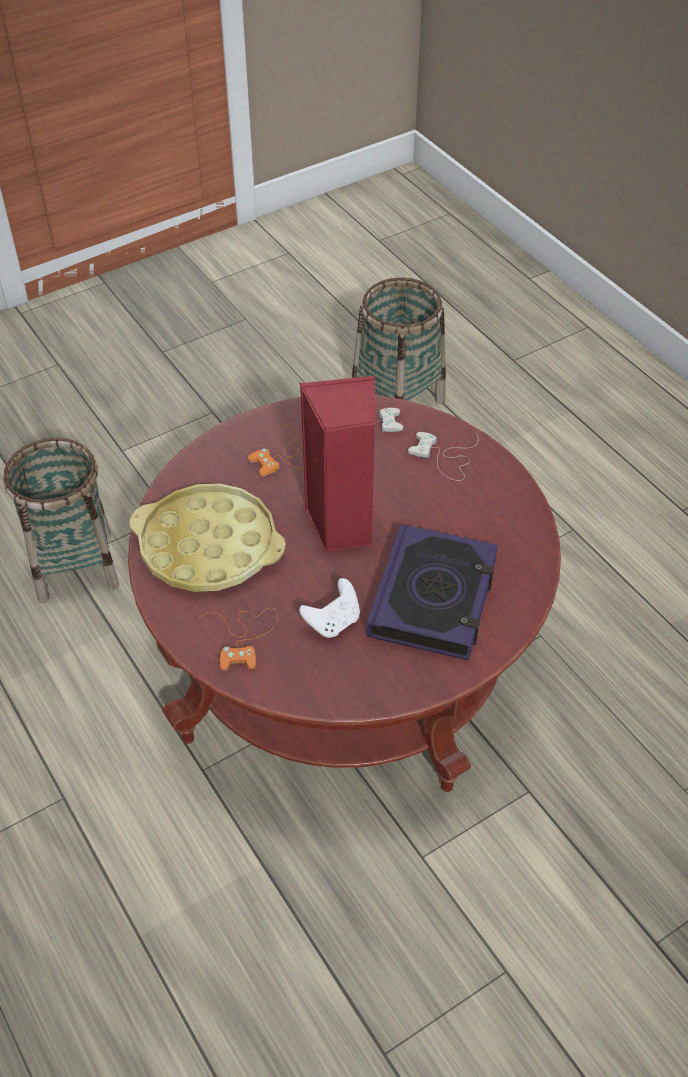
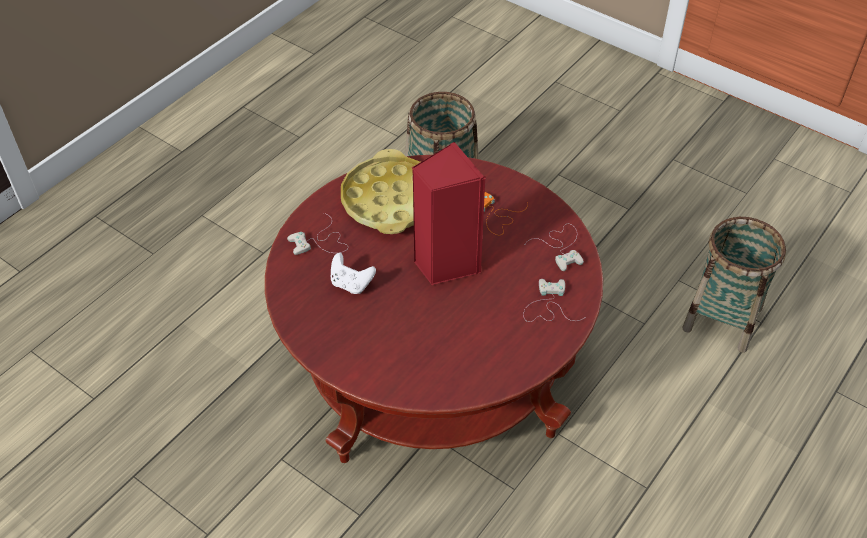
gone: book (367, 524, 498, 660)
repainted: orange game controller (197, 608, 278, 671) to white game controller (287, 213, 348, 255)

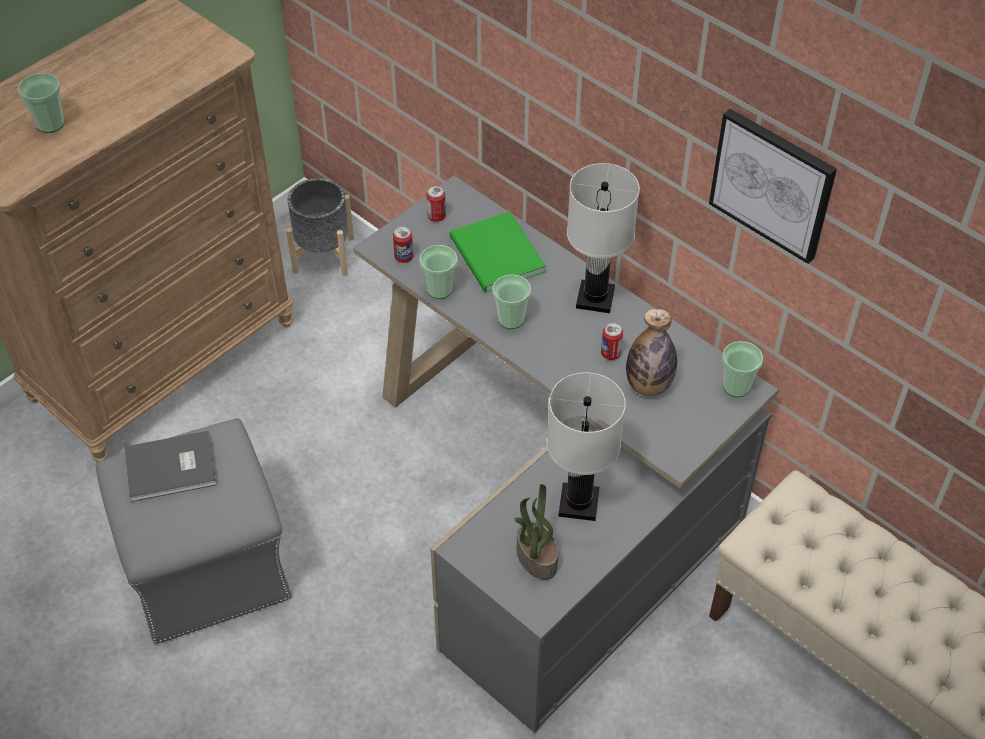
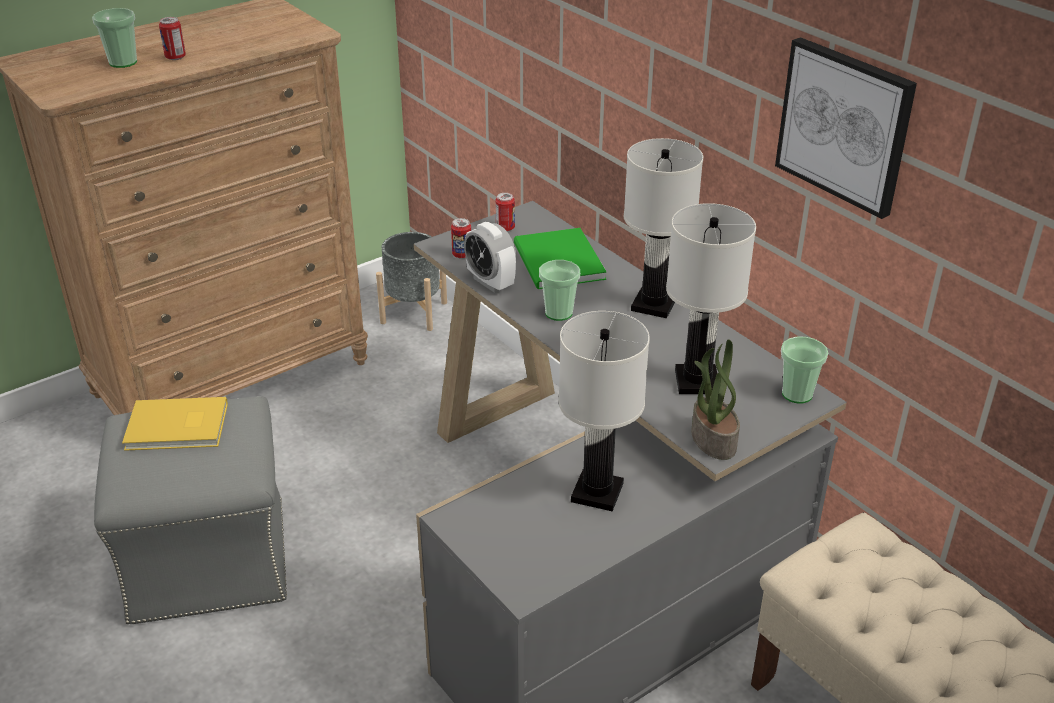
shifted: potted plant (514, 484, 558, 580) to (691, 339, 740, 460); can (601, 323, 623, 360) to (159, 17, 186, 60)
swapped: cup (419, 245, 458, 299) to alarm clock (464, 222, 516, 293); bottle (626, 309, 677, 396) to white table lamp (666, 203, 756, 394)
repainted: grey book (124, 431, 217, 502) to yellow book (122, 397, 228, 451)

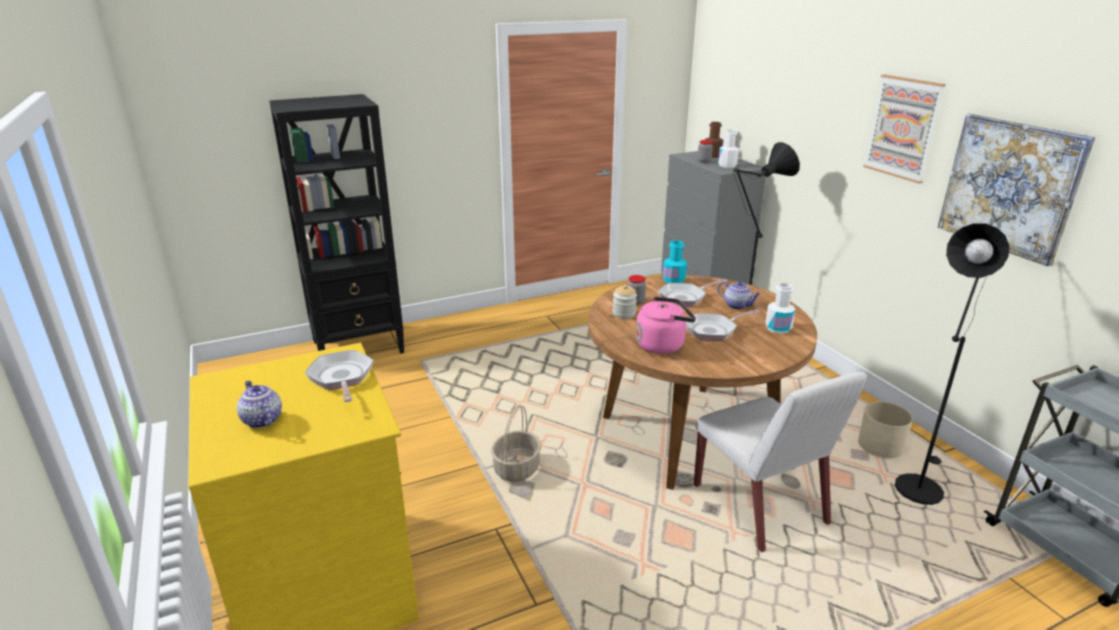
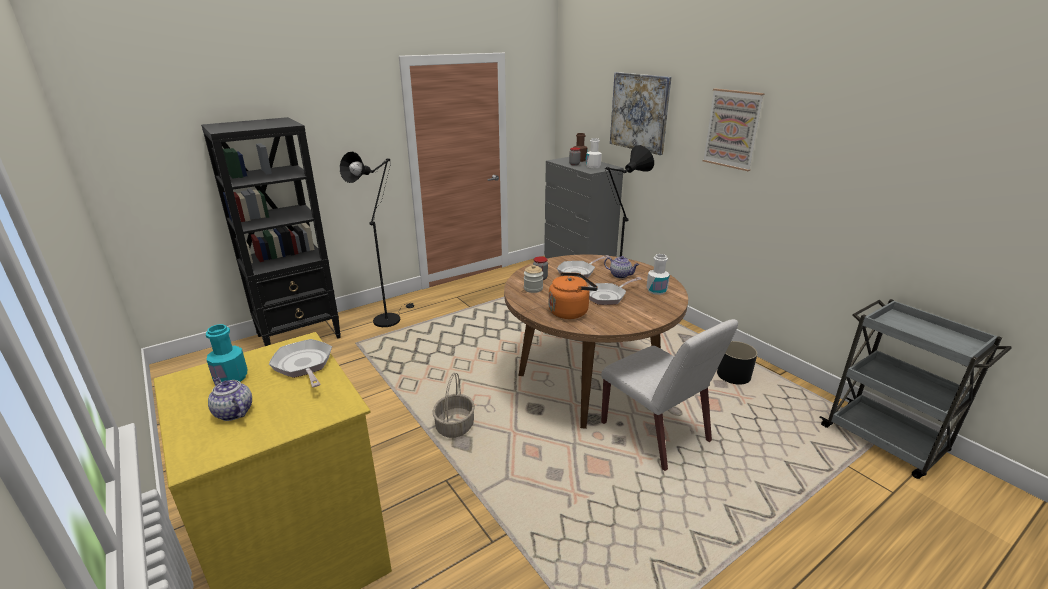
shifted: turquoise bottle (663, 240, 687, 283) to (206, 324, 247, 382); black floor lamp (895, 223, 1009, 505) to (340, 152, 414, 327); picture (938, 114, 1095, 266) to (610, 72, 672, 155)
repainted: pink kettle (636, 297, 696, 354) to orange kettle (549, 272, 598, 319); beige planter (858, 402, 913, 459) to black planter (717, 341, 757, 385)

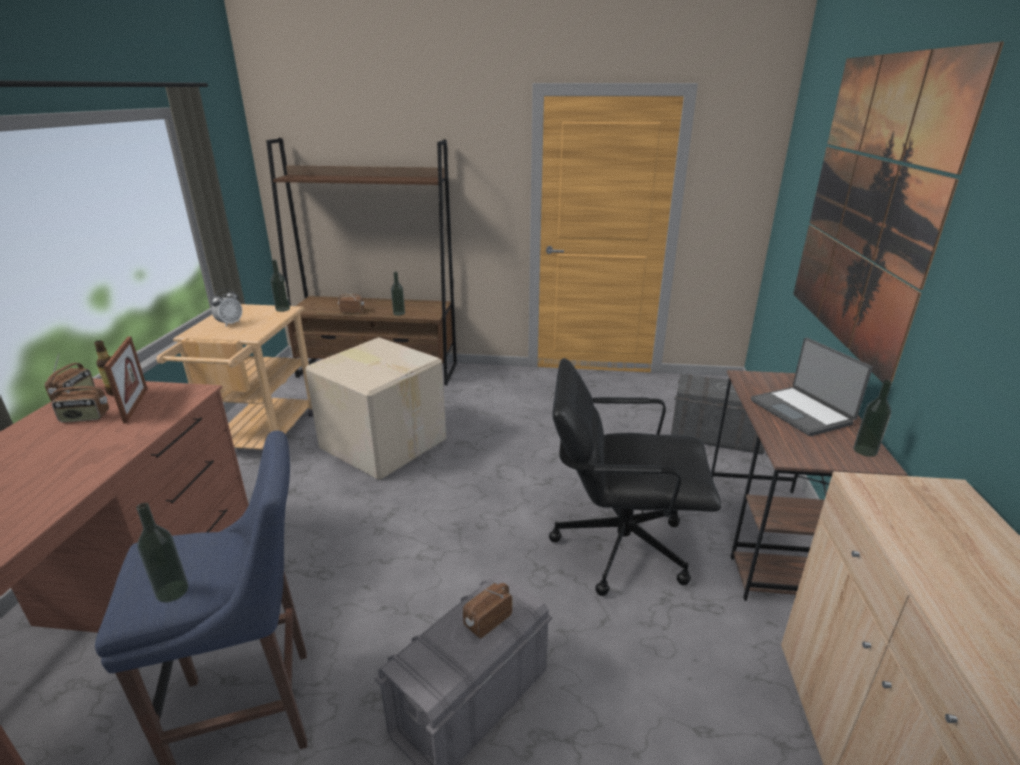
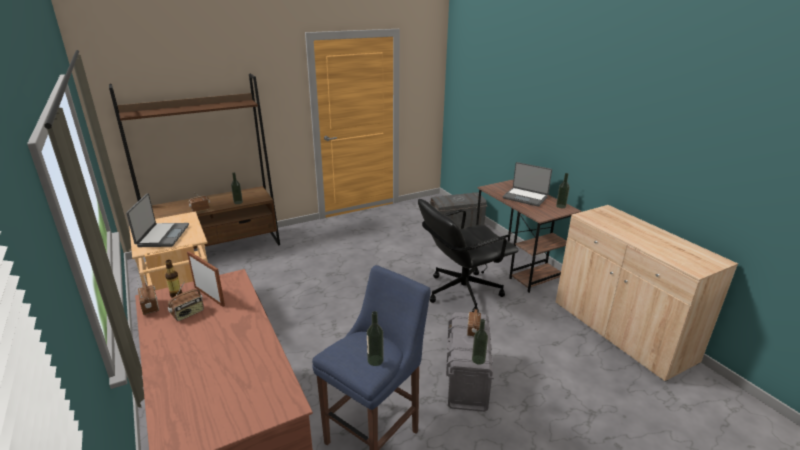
gone: cardboard box (305, 337, 446, 480); picture (793, 42, 1004, 385)
shifted: bottle (270, 260, 290, 312) to (472, 319, 488, 365)
swapped: alarm clock (211, 289, 242, 327) to laptop (126, 193, 189, 247)

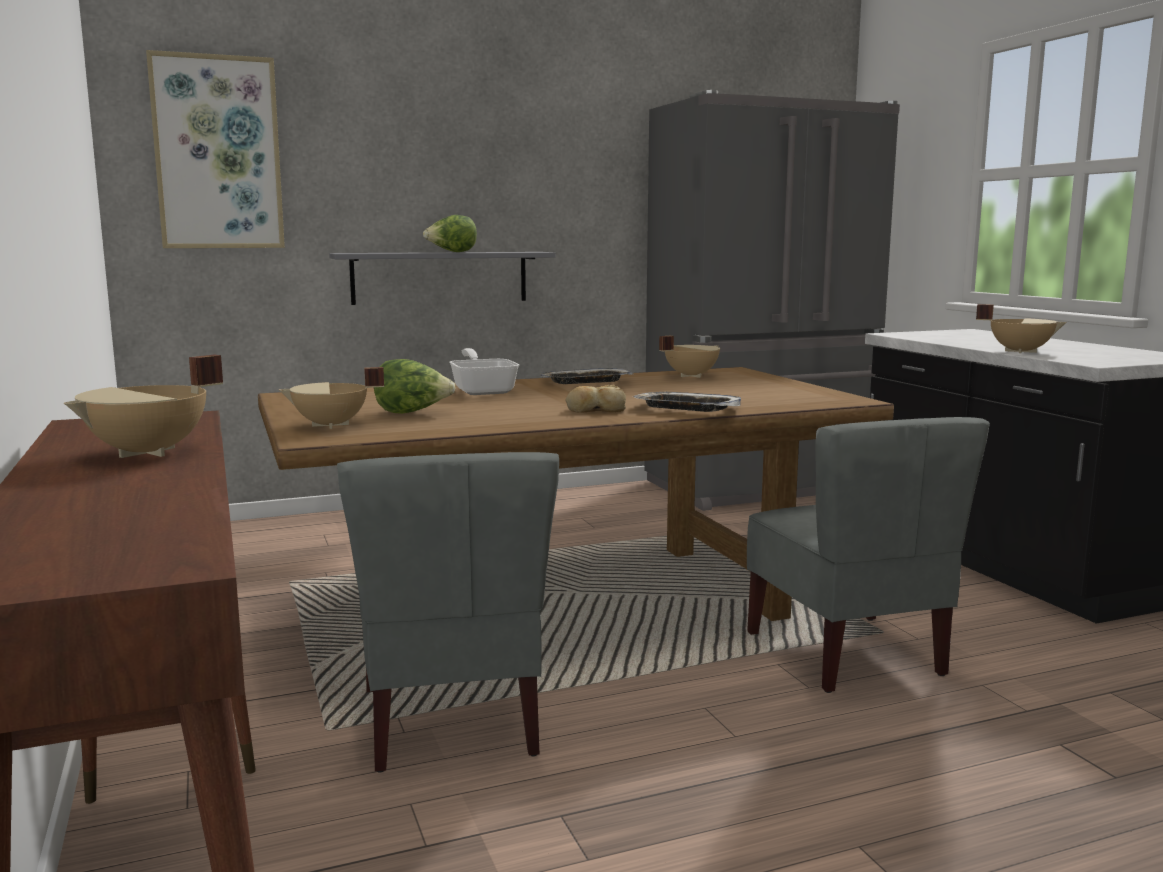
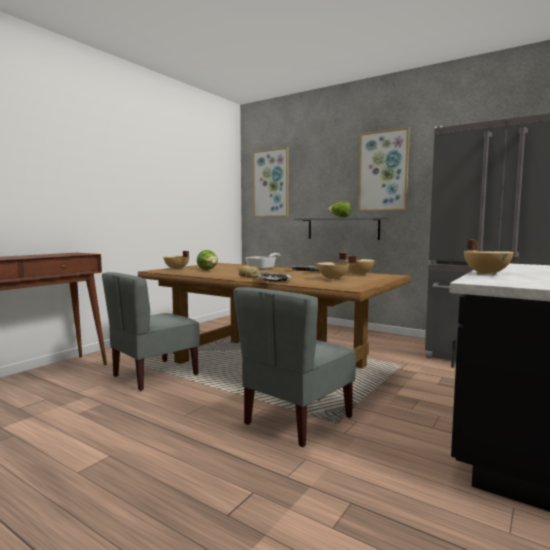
new: picture (359, 127, 410, 211)
shifted: beige cooking pot (64, 355, 223, 458) to (314, 256, 356, 280)

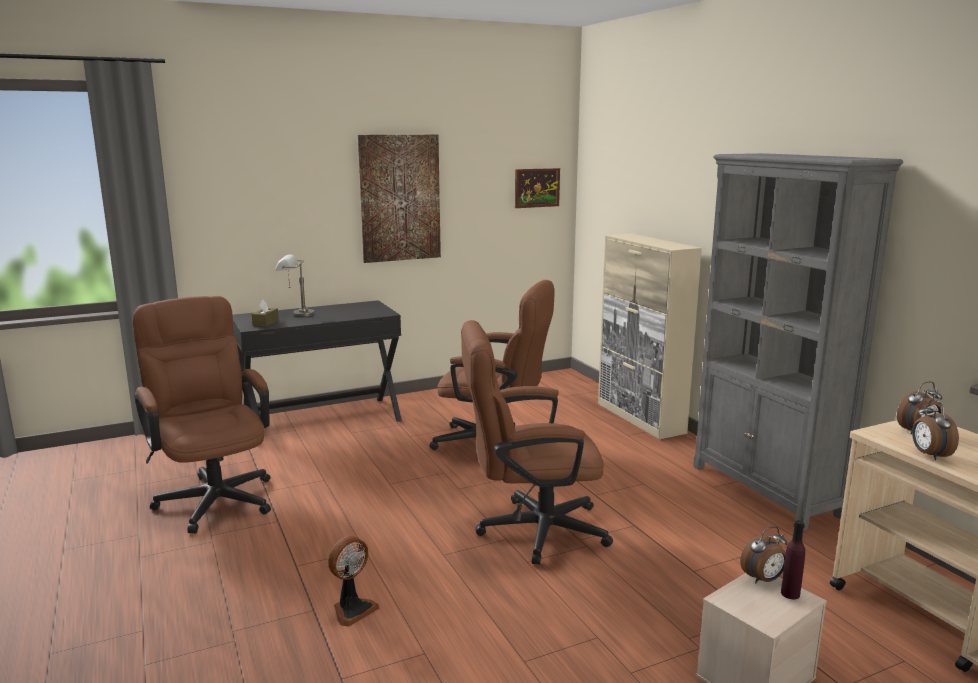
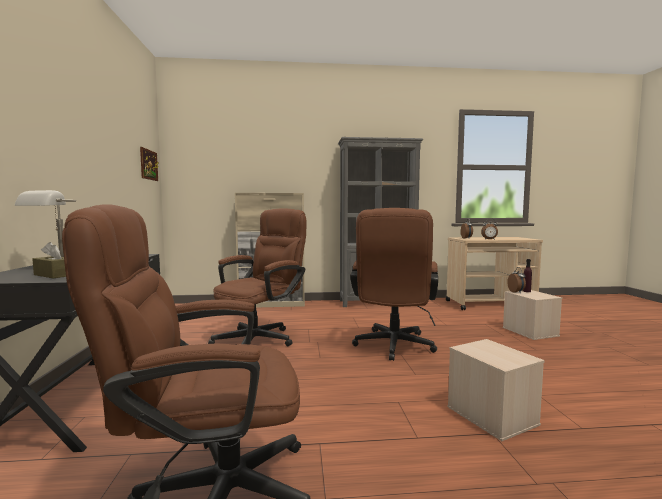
gone: picture (358, 135, 441, 263)
swapped: fan (328, 536, 379, 627) to beige storage box (448, 339, 545, 441)

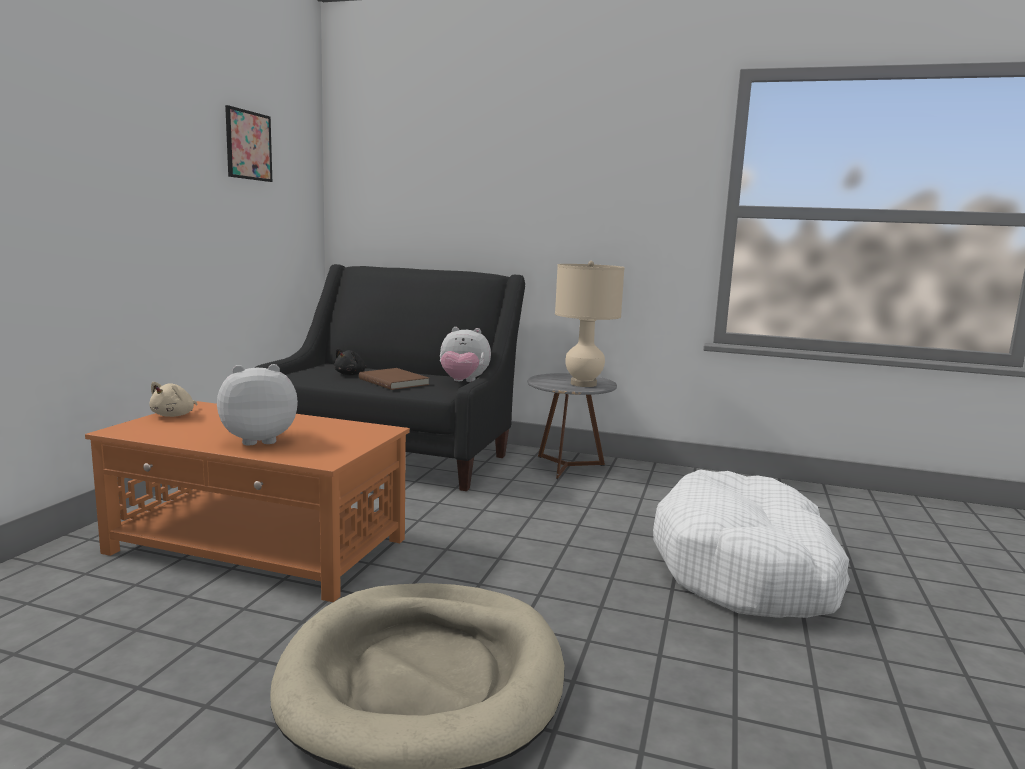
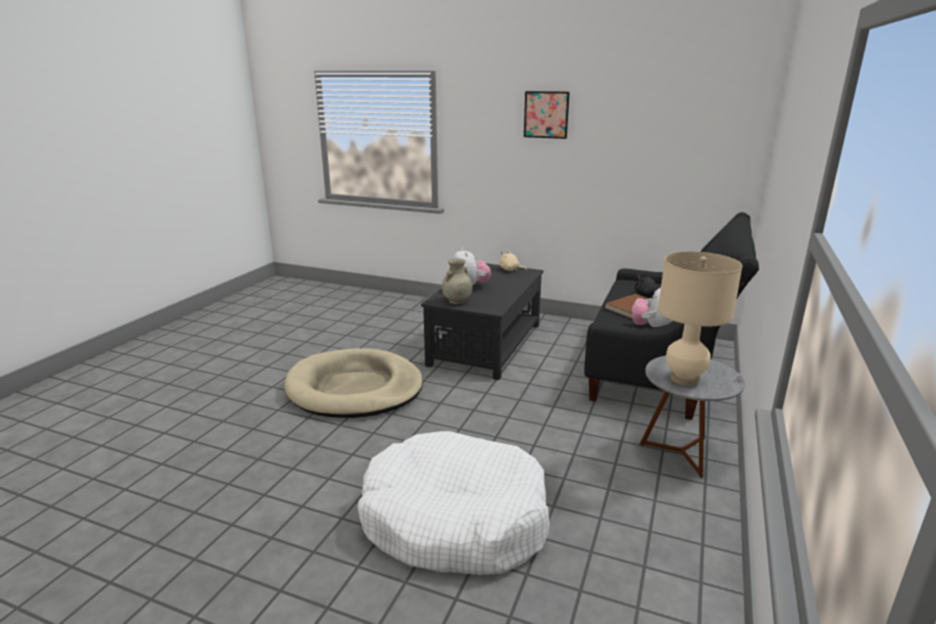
new: beige vase (442, 259, 473, 304)
shifted: picture (225, 105, 272, 182) to (524, 91, 570, 139)
repainted: orange coffee table (85, 401, 410, 602) to black coffee table (421, 263, 544, 380)

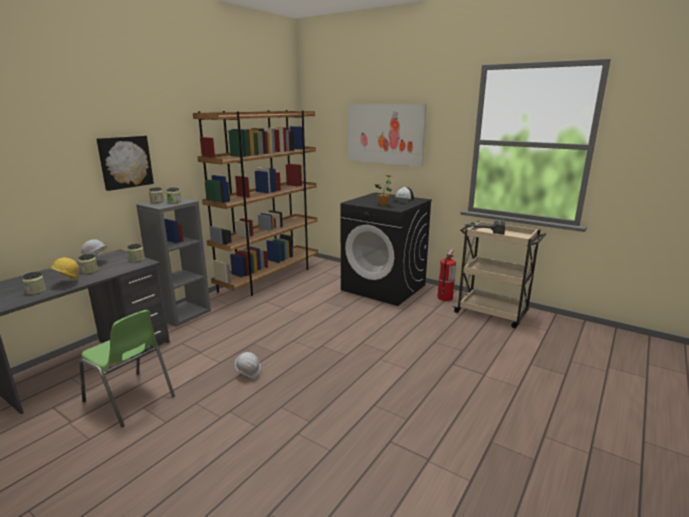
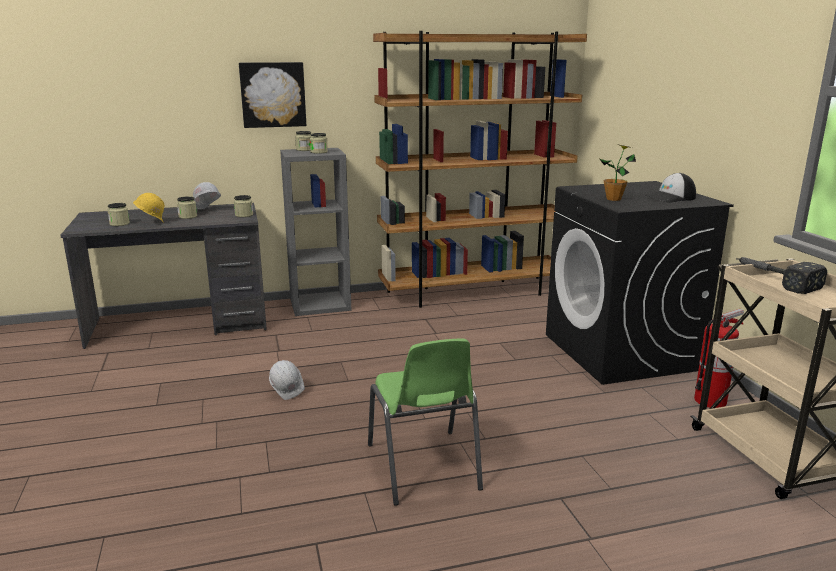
gone: picture (348, 104, 427, 166)
shifted: green chair (79, 310, 175, 427) to (368, 339, 483, 506)

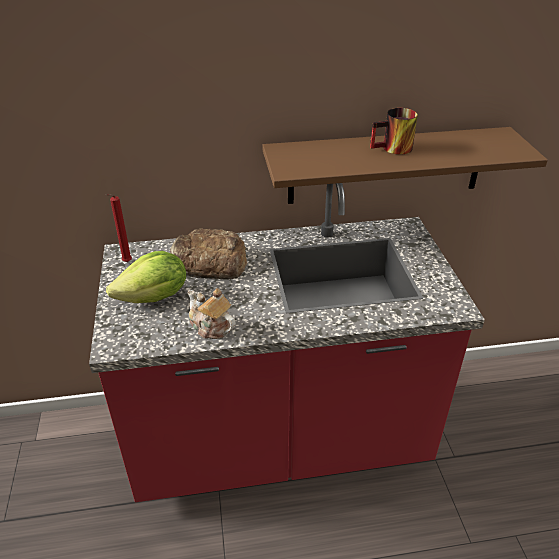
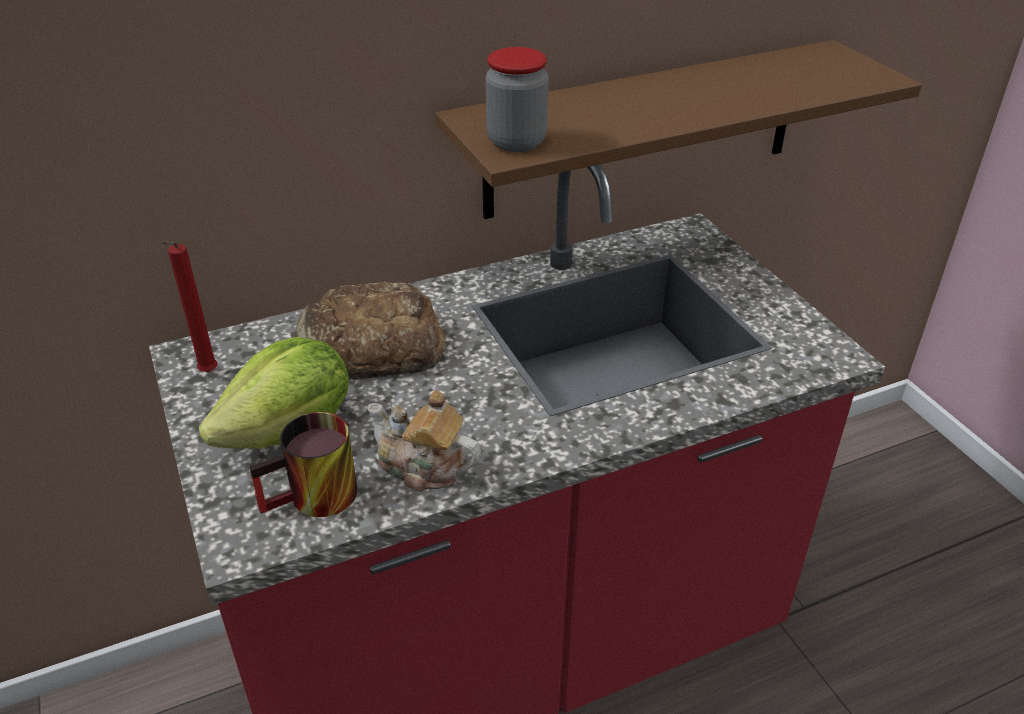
new: jar (485, 47, 549, 152)
shifted: mug (370, 108, 418, 155) to (249, 412, 357, 517)

